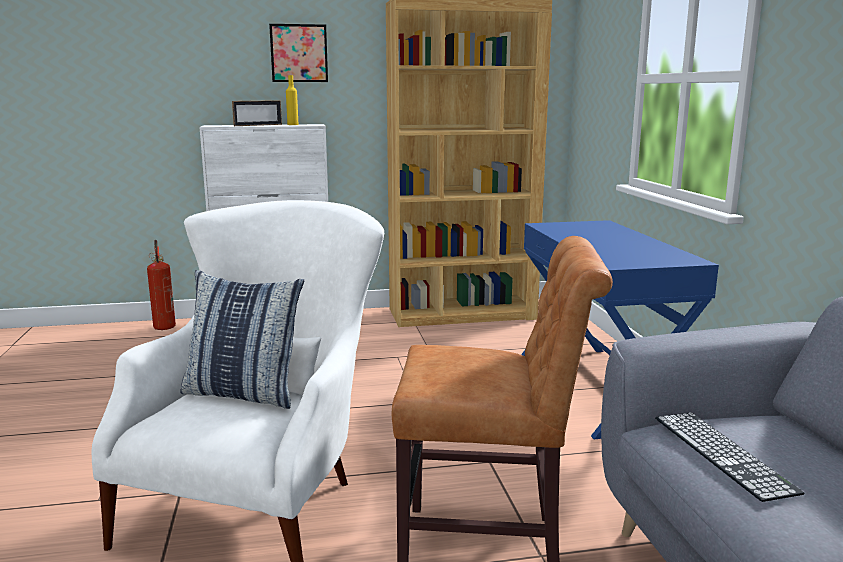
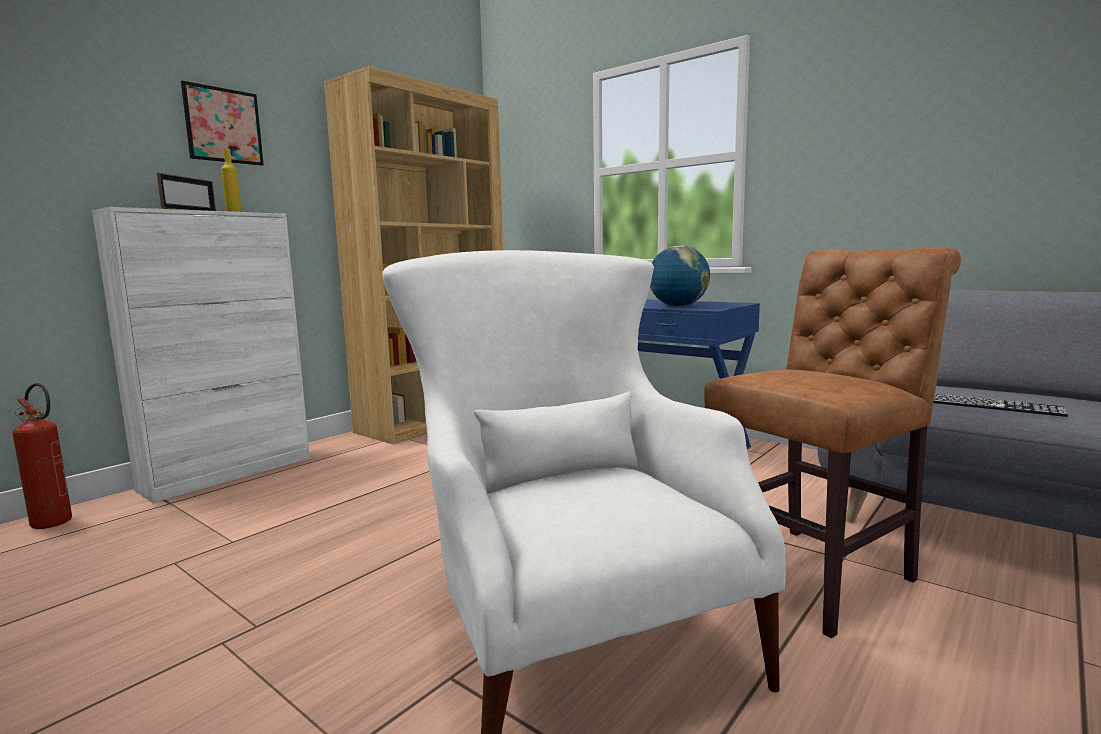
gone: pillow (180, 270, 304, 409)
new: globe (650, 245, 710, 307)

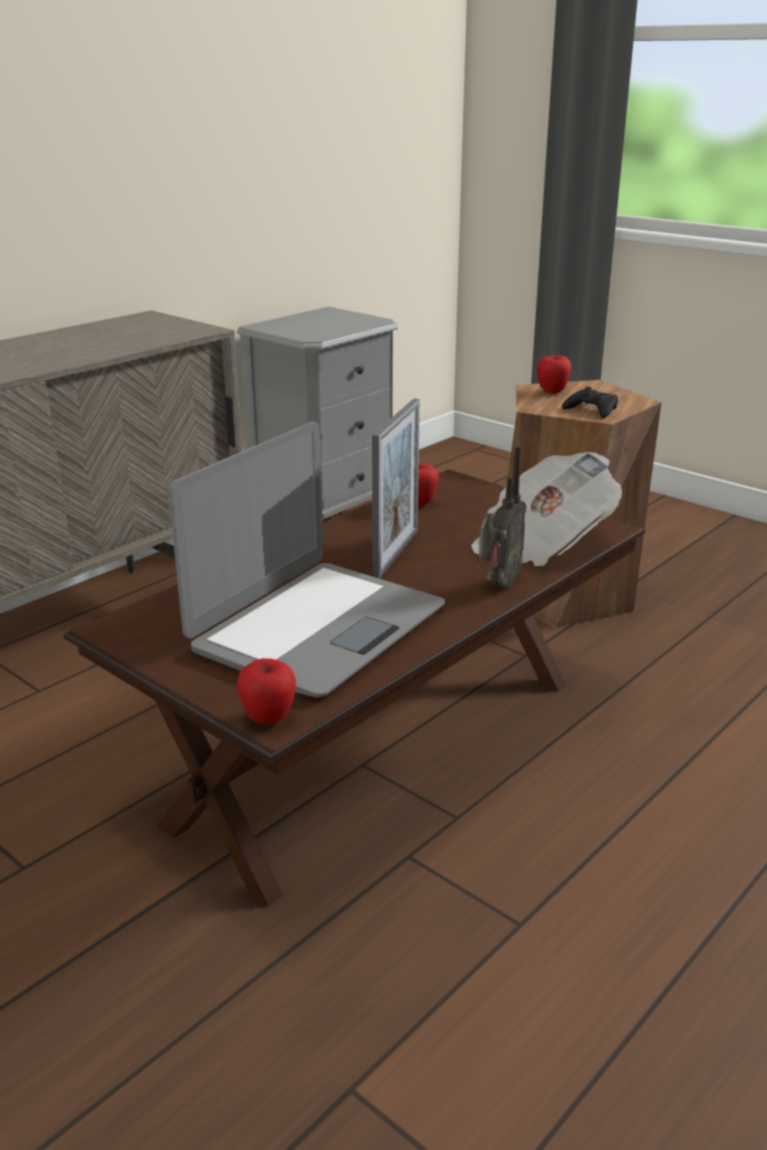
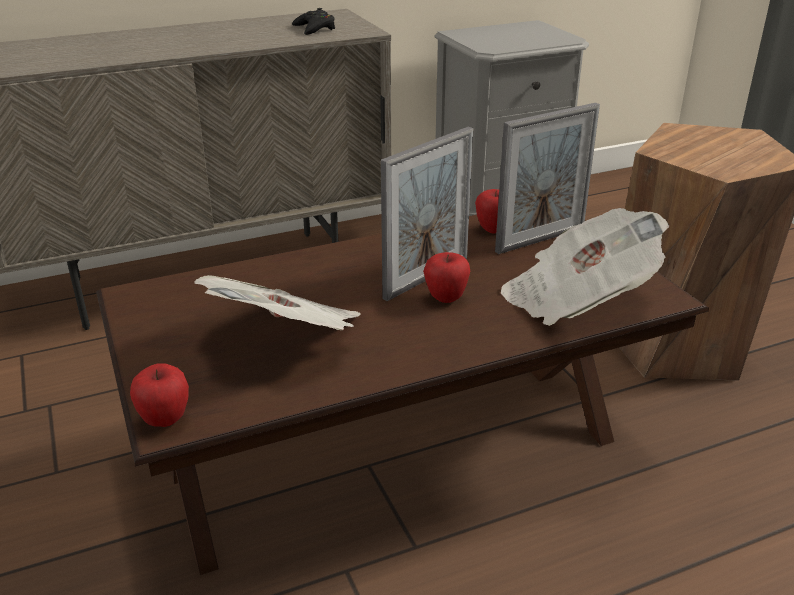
gone: radio (479, 445, 526, 588)
new: picture frame (495, 103, 600, 254)
shifted: apple (537, 354, 571, 394) to (423, 252, 470, 303); black game controller (562, 387, 618, 418) to (292, 8, 335, 35)
swapped: laptop (168, 422, 445, 697) to newspaper (194, 275, 361, 331)

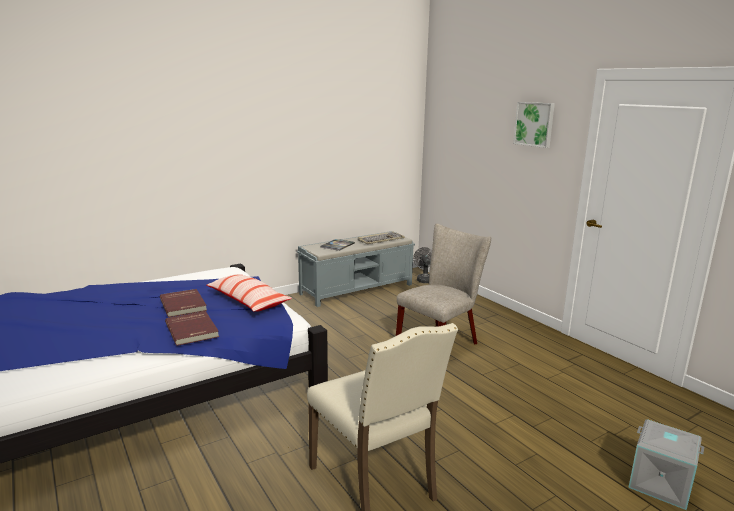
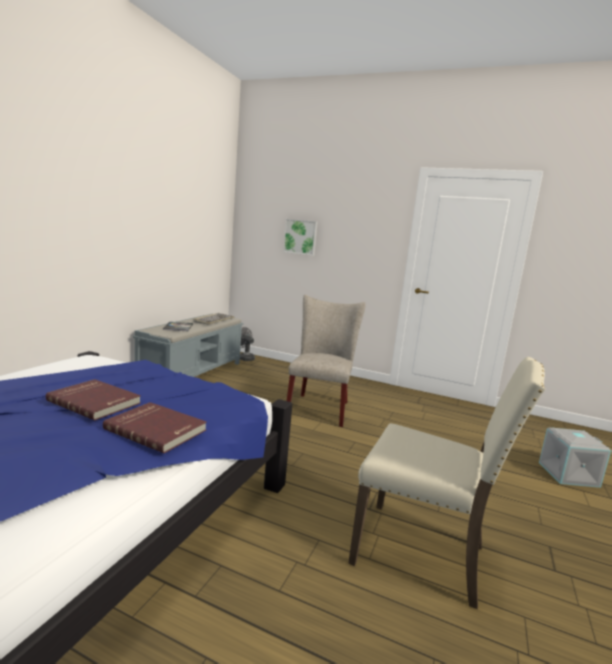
gone: pillow (207, 274, 292, 312)
shifted: picture (513, 102, 555, 148) to (283, 219, 318, 256)

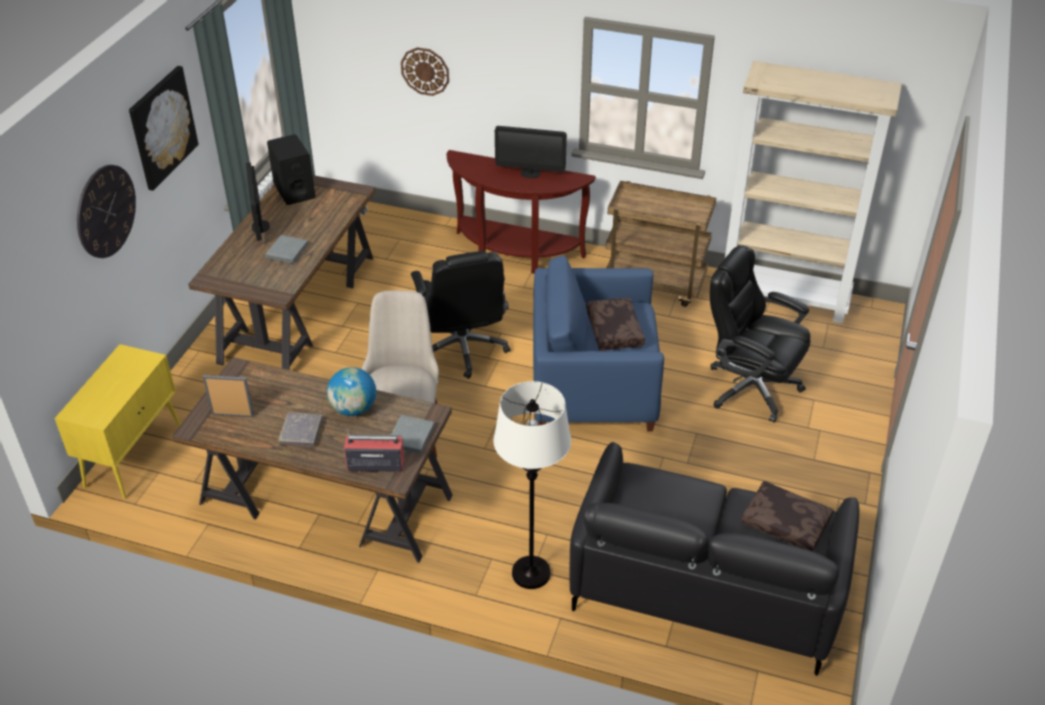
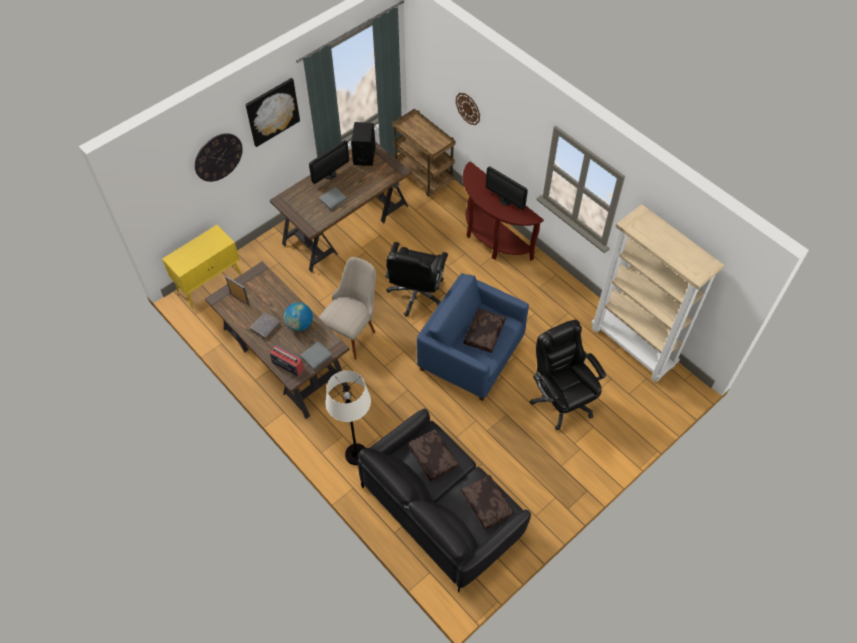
new: brown pillow (408, 429, 458, 482)
shifted: brown cart (606, 181, 716, 307) to (392, 109, 455, 196)
rotated: monitor (246, 162, 270, 241) = (309, 140, 349, 184) 150 degrees counterclockwise

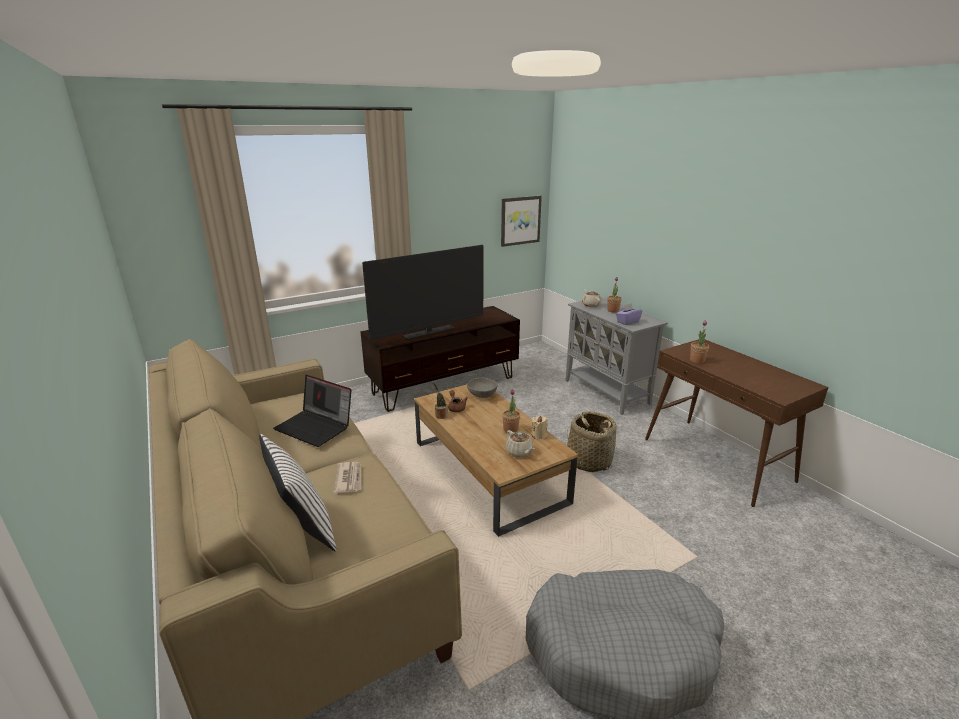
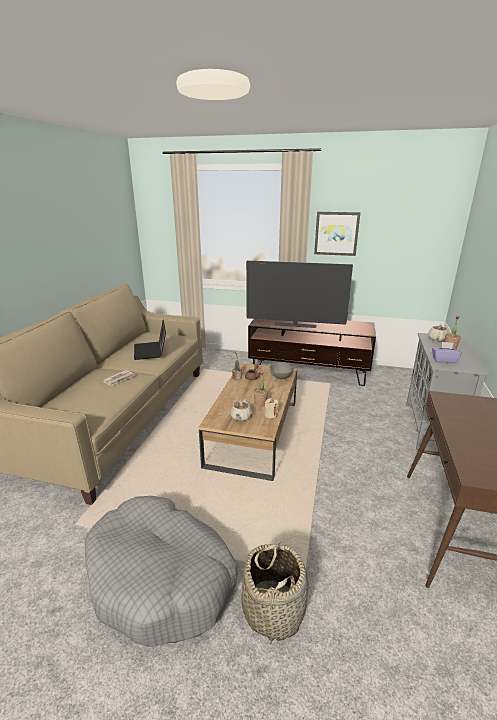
gone: white pillow (259, 434, 337, 551); potted plant (690, 320, 709, 363)
shifted: picture (501, 196, 542, 247) to (314, 212, 360, 256); basket (567, 411, 617, 472) to (241, 542, 308, 645)

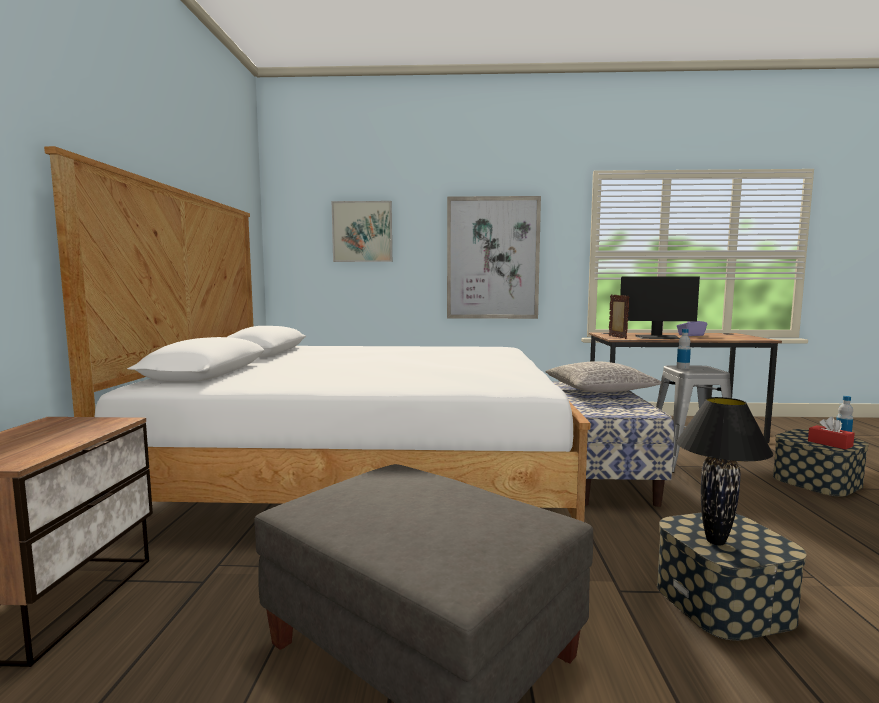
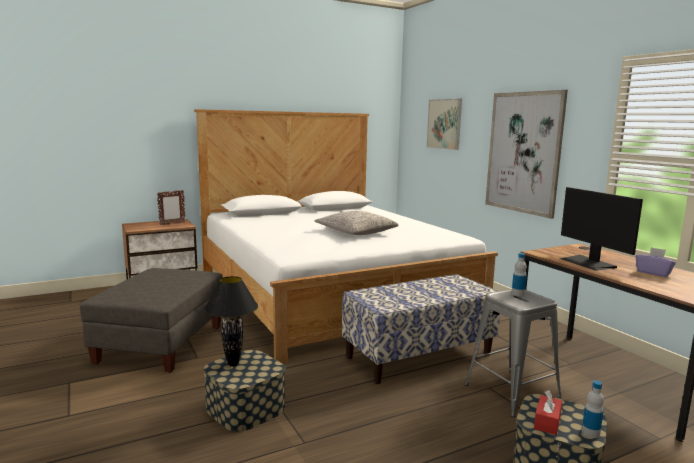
shifted: grey pillow (545, 361, 662, 392) to (315, 211, 399, 235); picture frame (609, 294, 630, 339) to (157, 190, 185, 225)

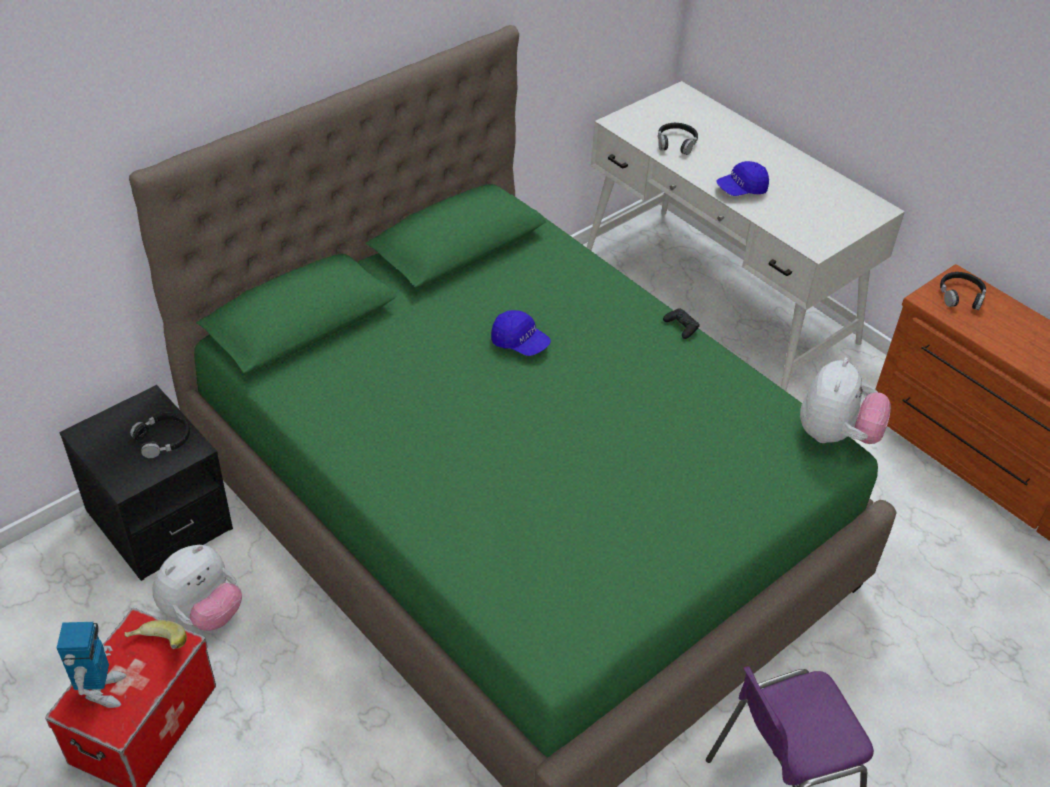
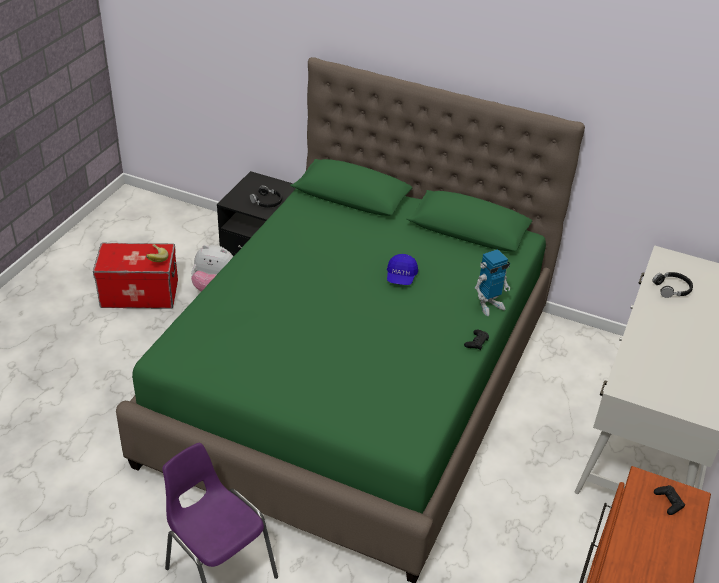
gone: blue cap (716, 161, 769, 196); plush toy (800, 357, 891, 444)
shifted: toy robot (57, 622, 126, 708) to (475, 249, 510, 316)
swapped: black headphones (940, 272, 986, 310) to black game controller (654, 485, 685, 515)

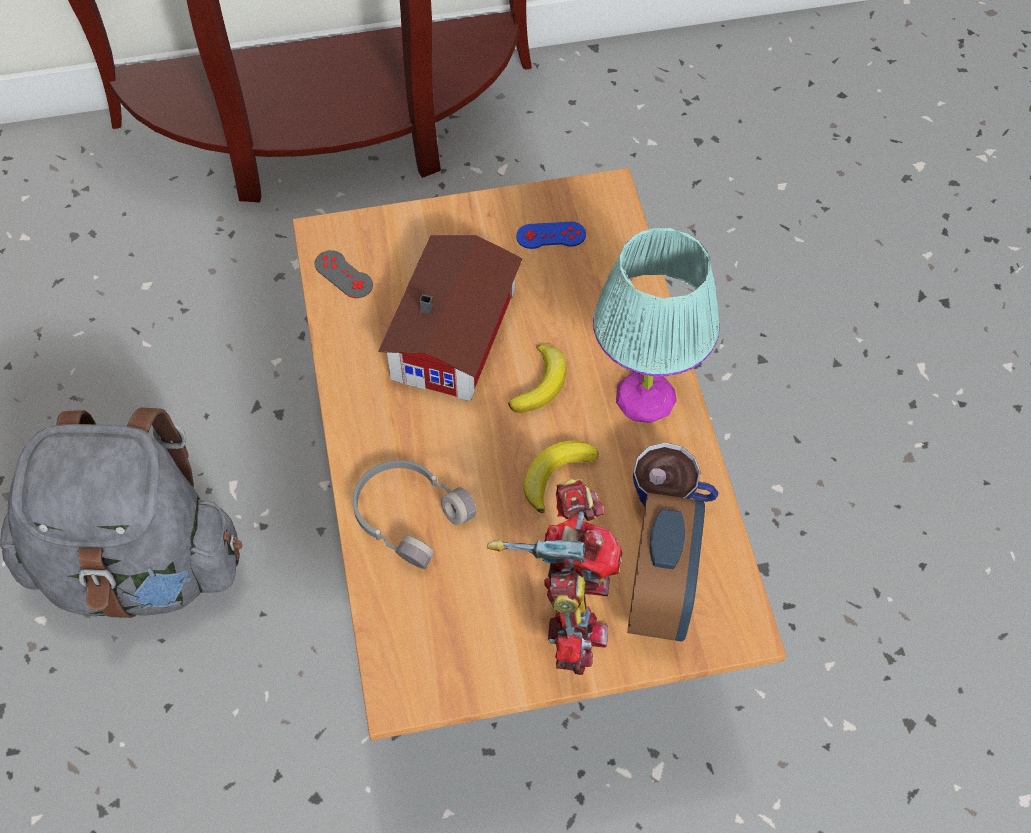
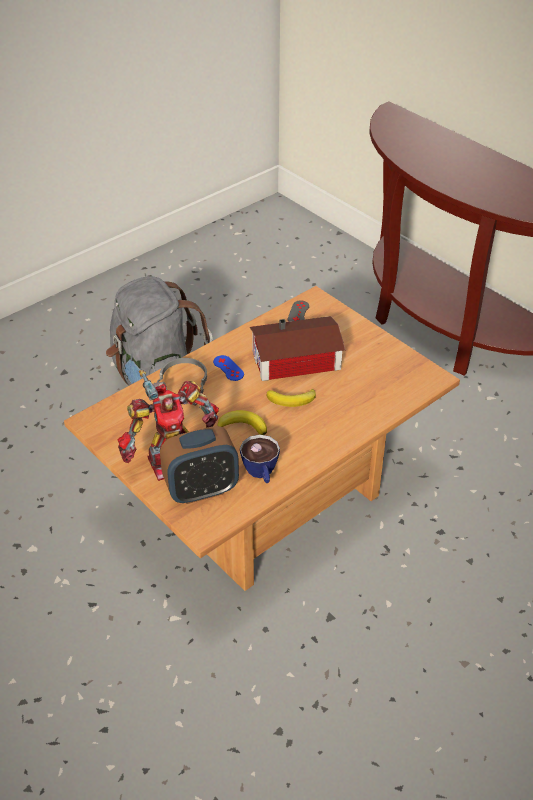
gone: turquoise table lamp (593, 228, 720, 423)
shifted: blue game controller (516, 222, 586, 249) to (213, 355, 244, 381)

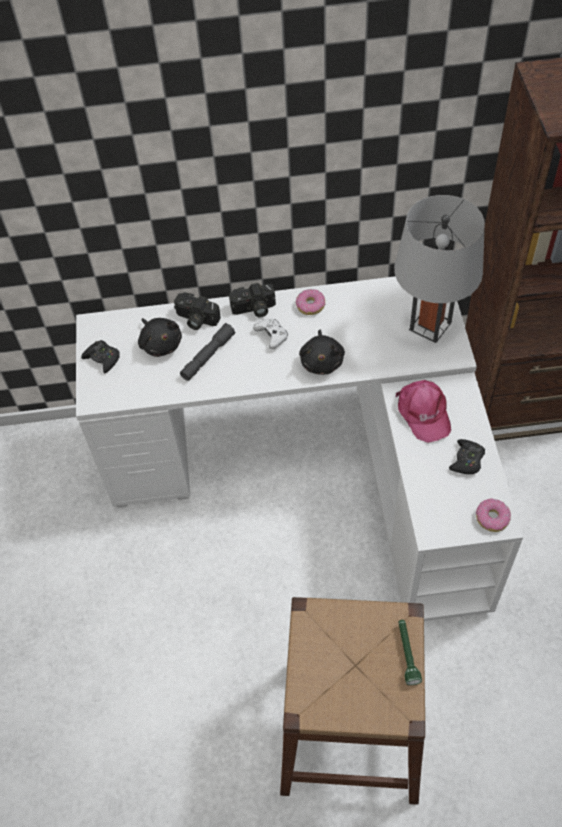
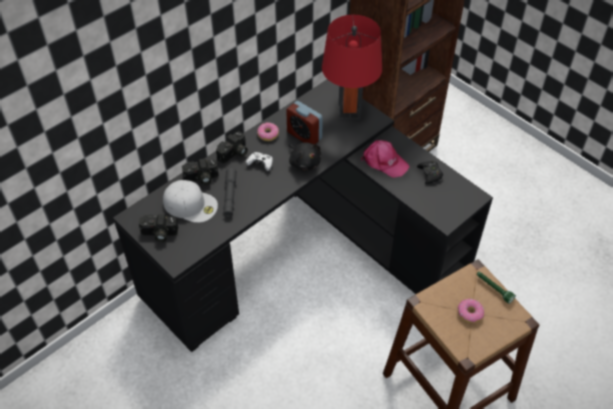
new: alarm clock (286, 101, 323, 144)
shifted: donut (476, 499, 511, 532) to (458, 299, 484, 323)
swapped: black game controller (81, 340, 120, 373) to photo camera (139, 214, 178, 242); black plush toy (138, 318, 182, 357) to white cap (163, 180, 218, 223)
repainted: white desk (76, 276, 523, 621) to black desk (113, 79, 493, 352); grey table lamp (394, 195, 485, 343) to red table lamp (322, 15, 382, 120)

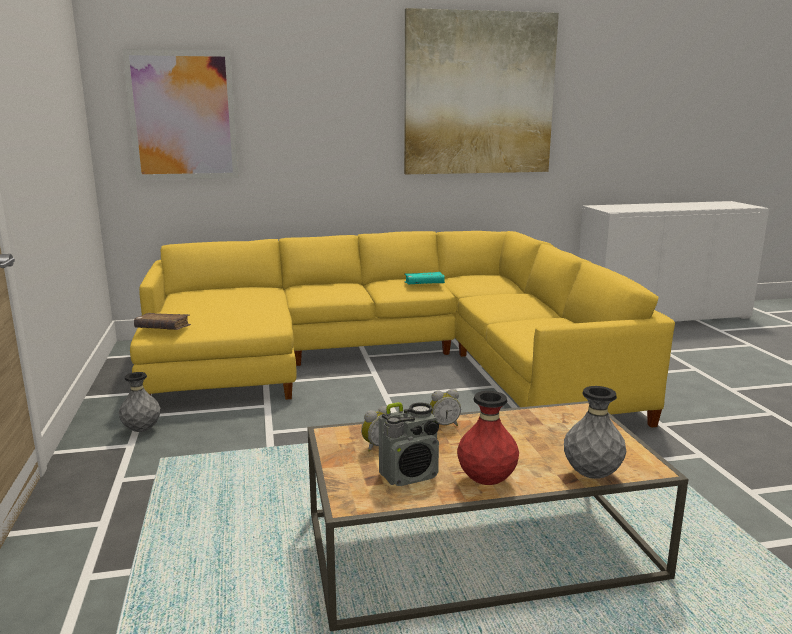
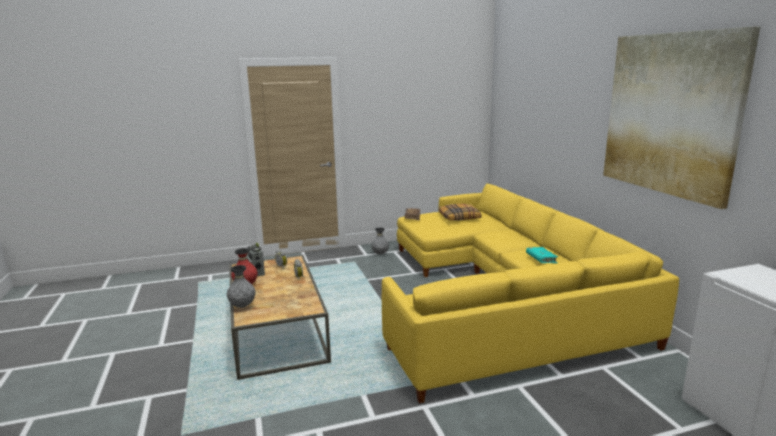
gone: picture (122, 49, 239, 180)
new: pillow (439, 204, 481, 221)

